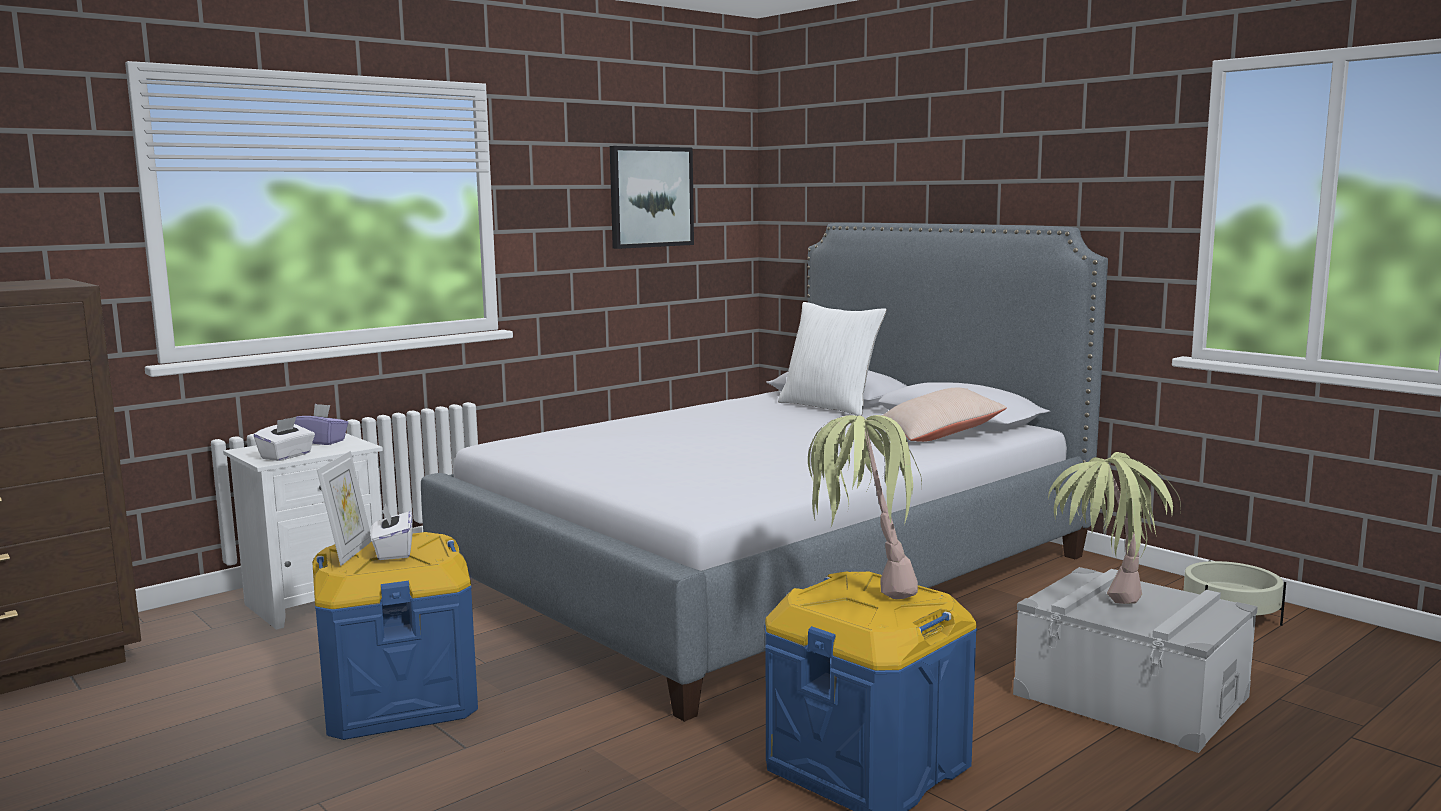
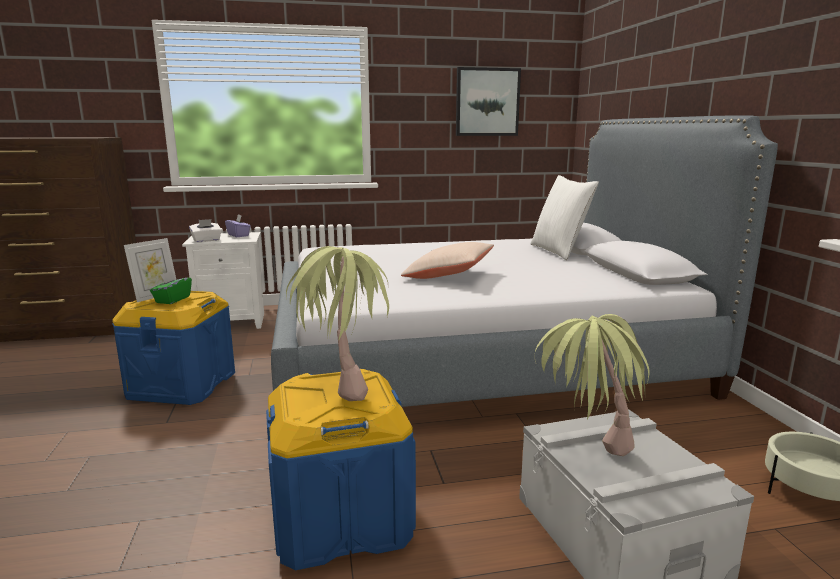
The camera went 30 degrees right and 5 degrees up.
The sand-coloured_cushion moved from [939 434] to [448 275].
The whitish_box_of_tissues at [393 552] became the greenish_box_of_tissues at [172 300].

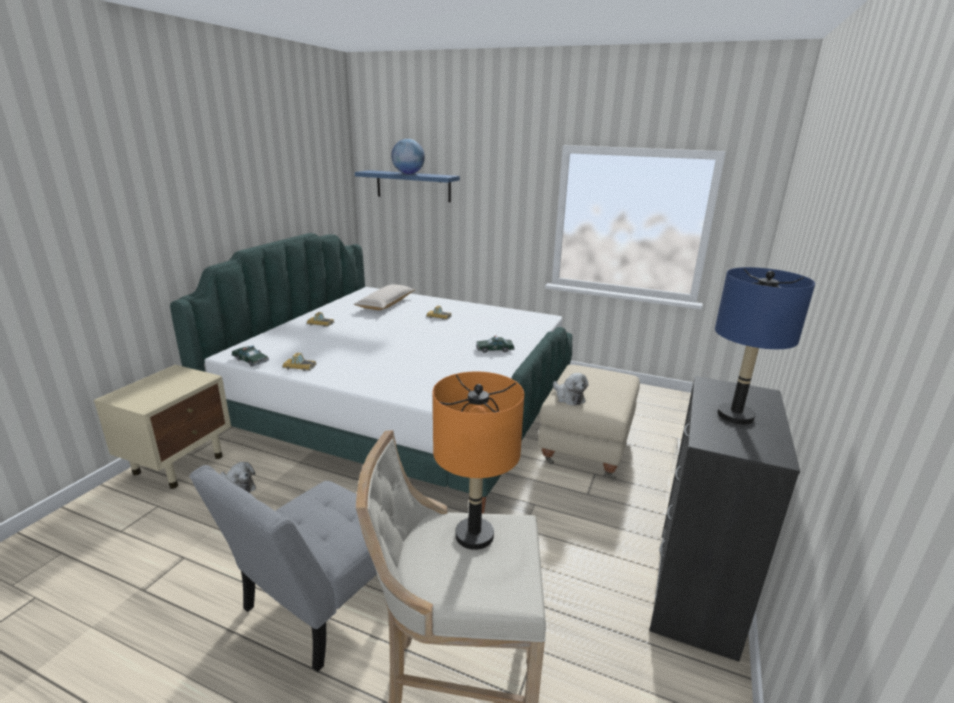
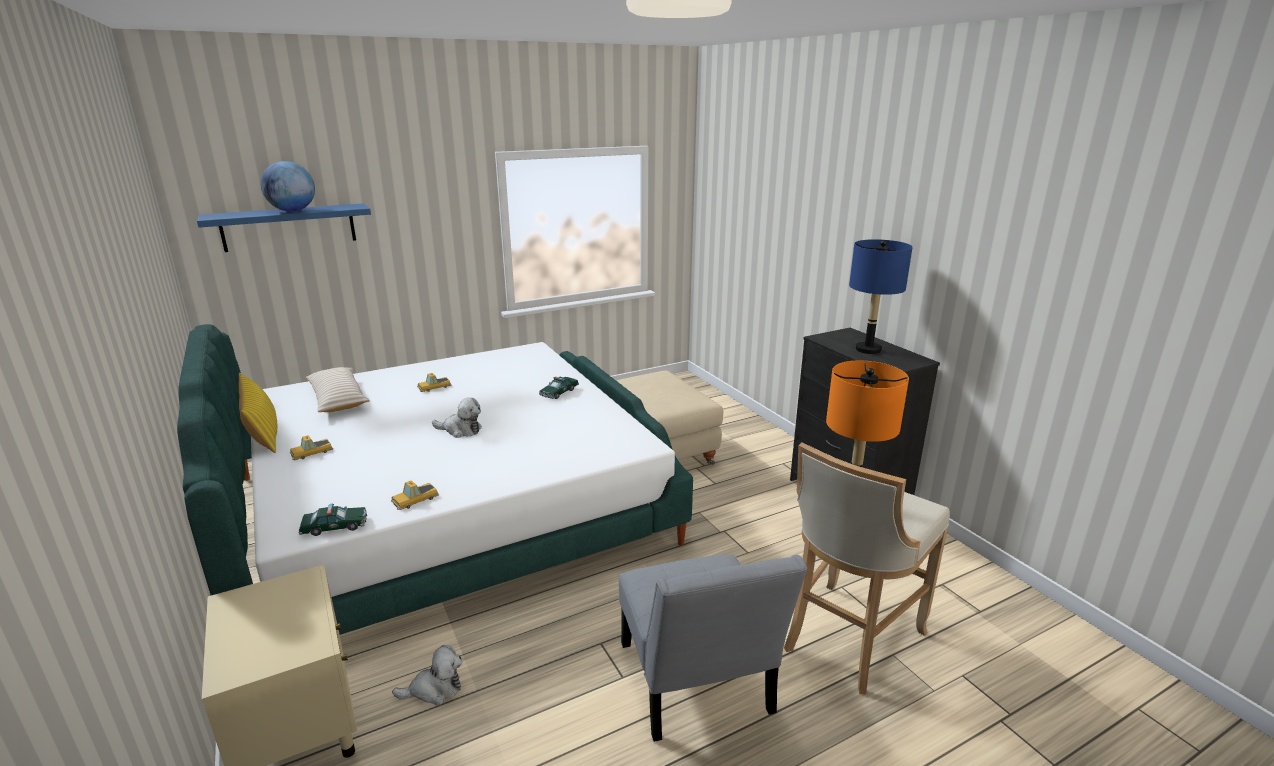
The camera went 50 degrees left and 0 degrees up.
The plush_toy moved from [568 397] to [460 430].
The yellow_cushion at [262 432] appeared.

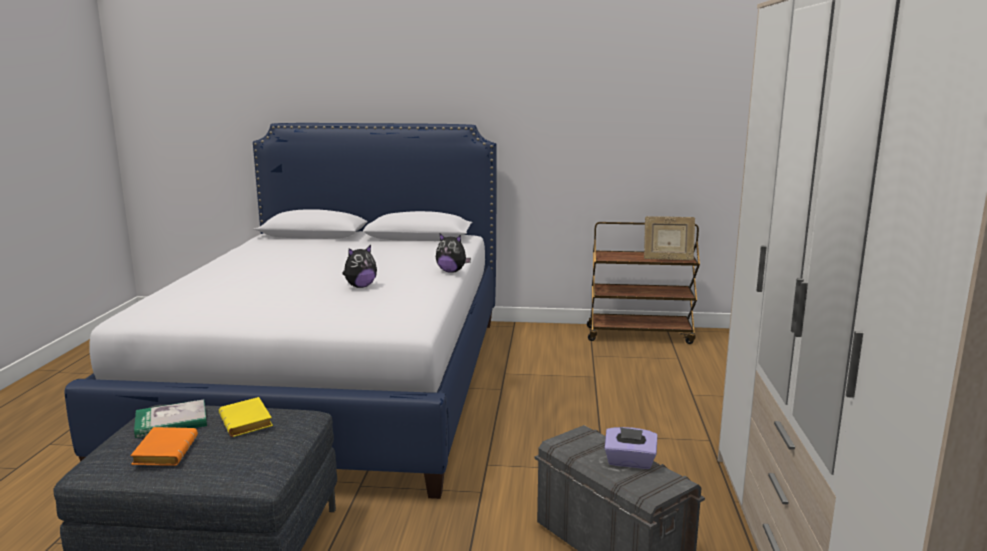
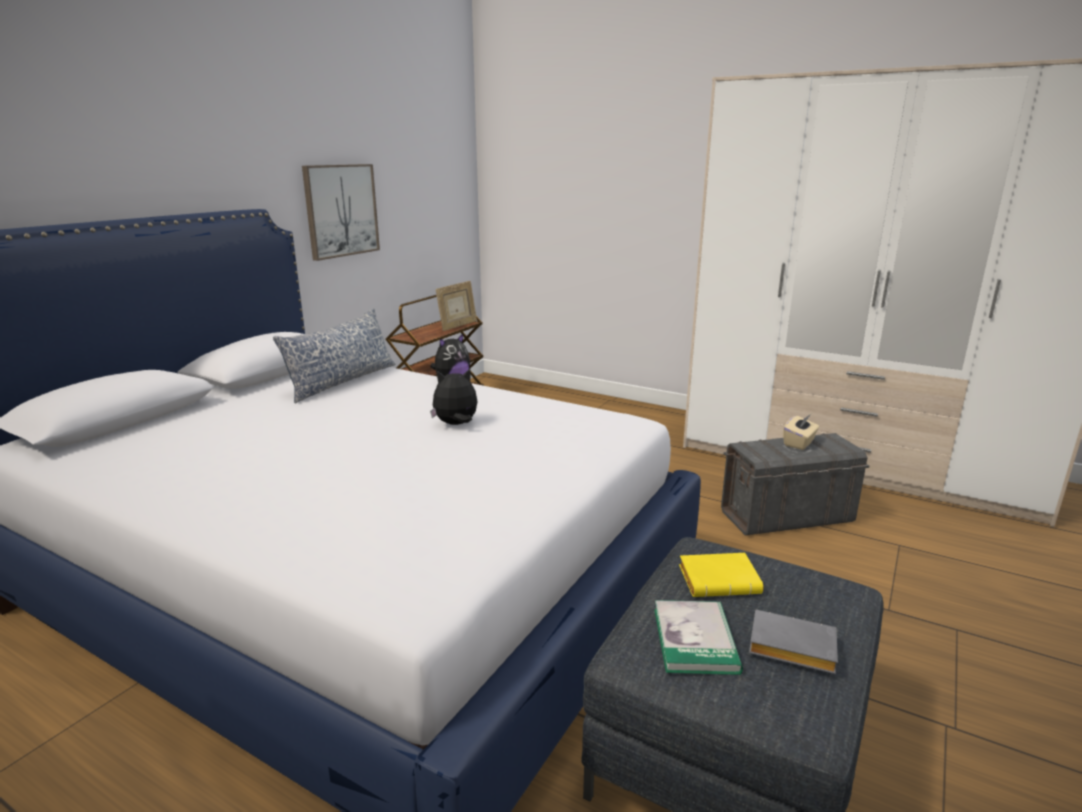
The camera went 65 degrees left and 5 degrees up.
The plush_toy at [360 286] turned 90 degrees counterclockwise.
The orange_bound_book at [164 451] became the gray_bound_book at [789 648].
The purplish_box_of_tissues at [629 462] became the sand-coloured_box_of_tissues at [799 443].
The wall_art at [341 210] appeared.
The cushion at [342 381] appeared.

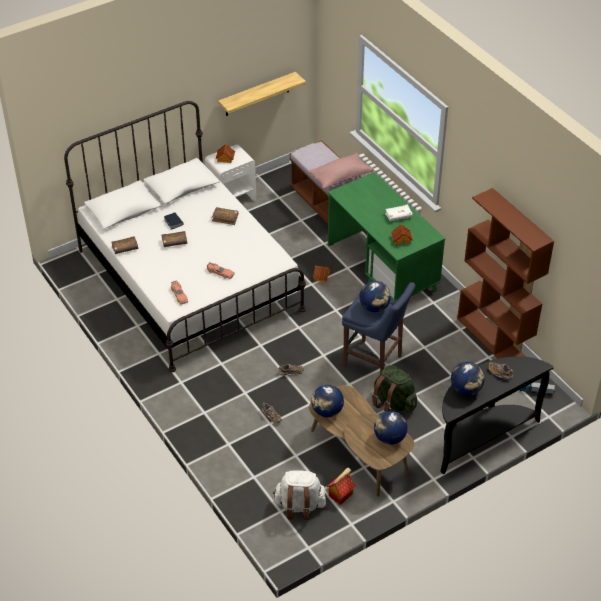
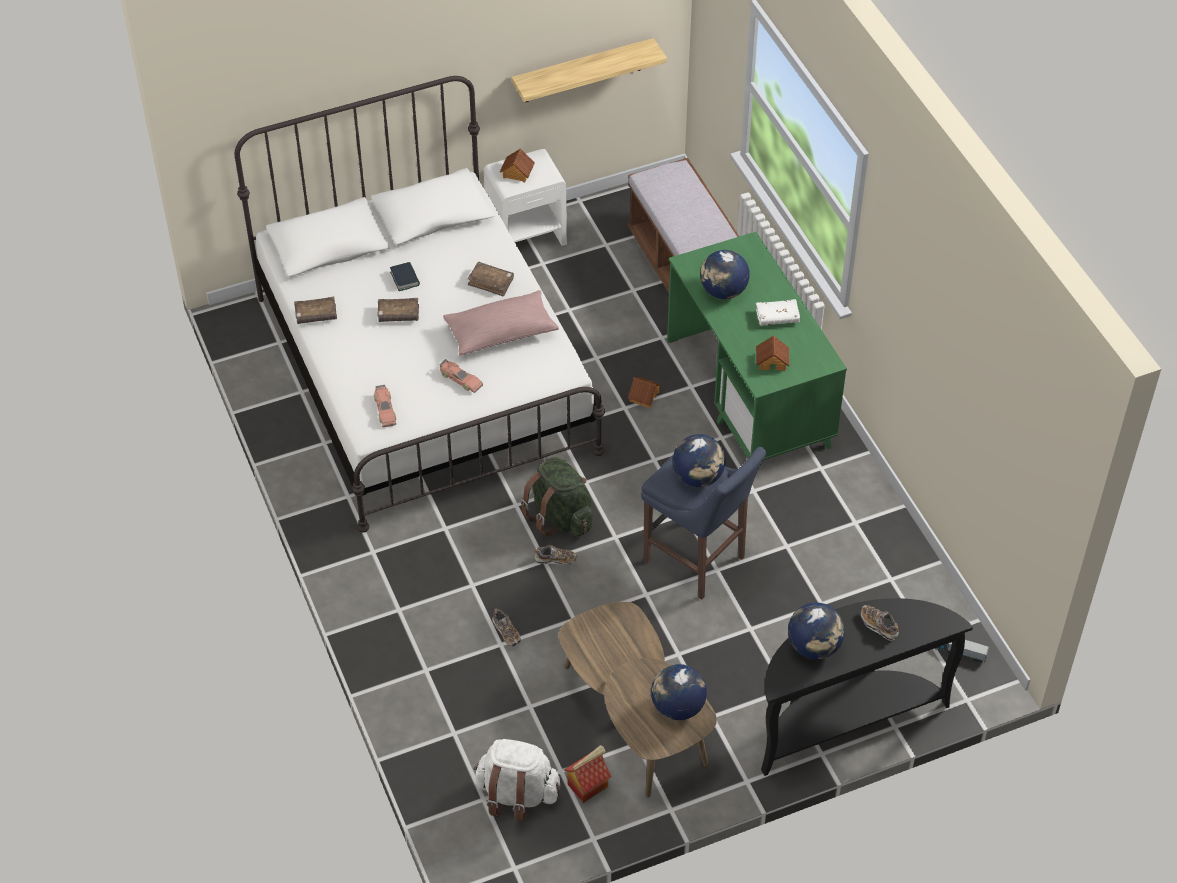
The camera went 10 degrees right and 5 degrees up.
The pink-coloured_cushion moved from [340 177] to [501 333].
The brownish_bookshelf at [494 340] disappeared.
The greenish_backpack moved from [393 403] to [560 517].
The world_globe moved from [327 411] to [723 291].

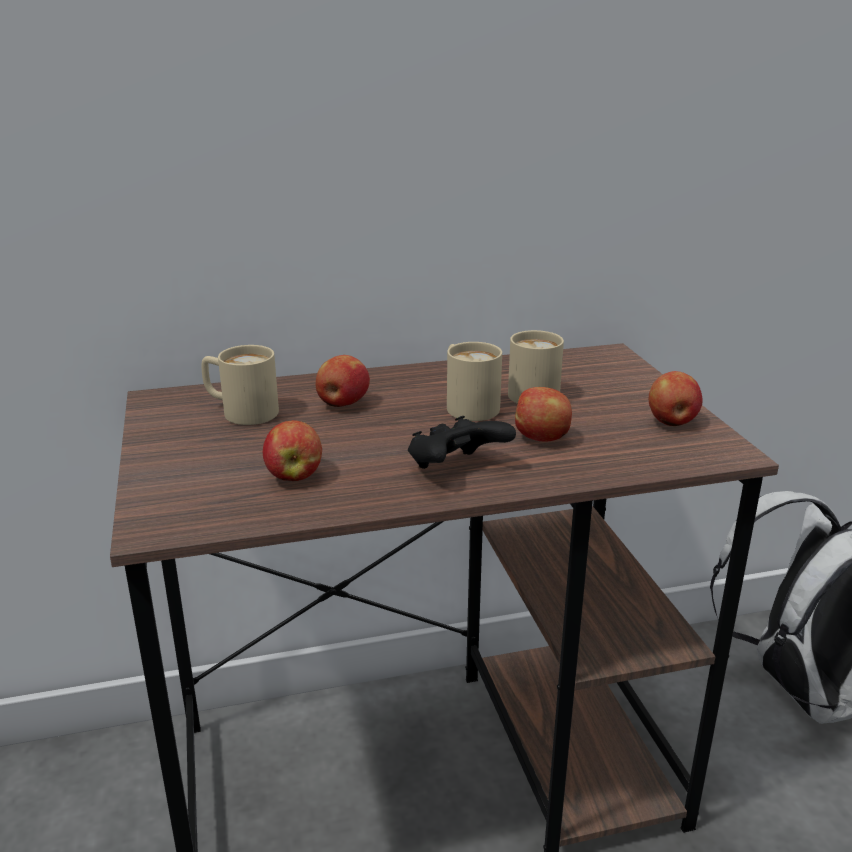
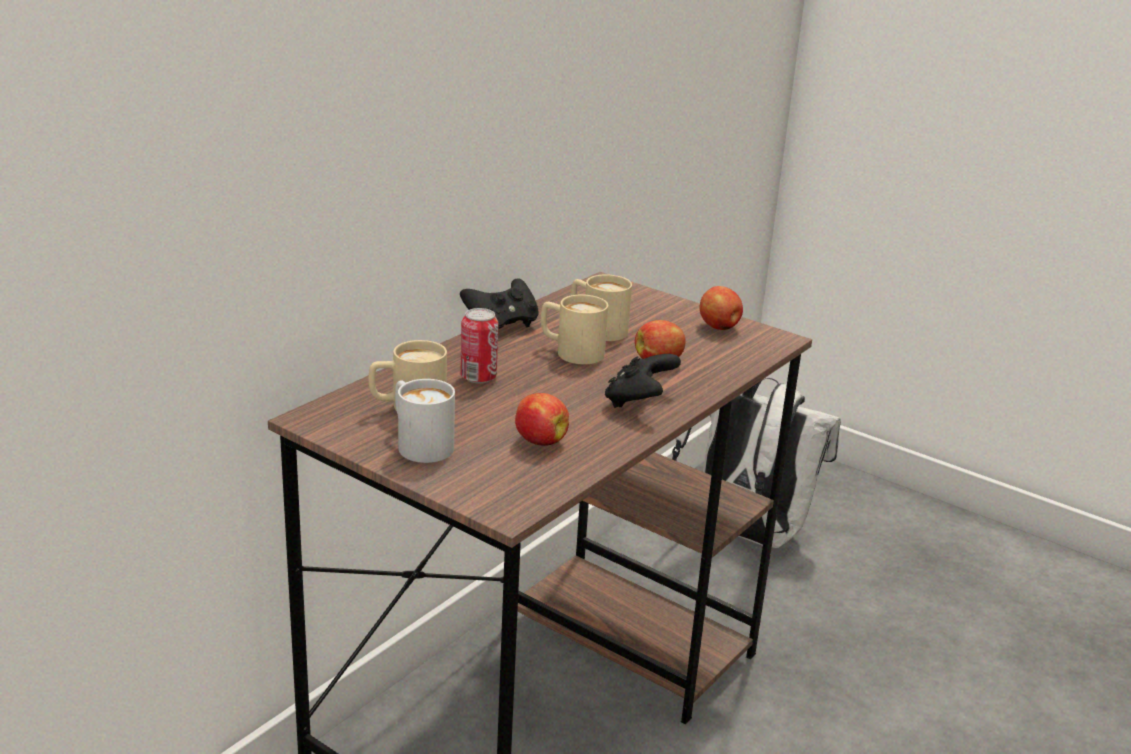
The camera went 40 degrees left and 0 degrees up.
The apple_fruit at [342 404] was replaced by the sealed_can at [478 378].
The black_joypad at [501 324] appeared.
The whitish_coffee_mug at [419 443] appeared.

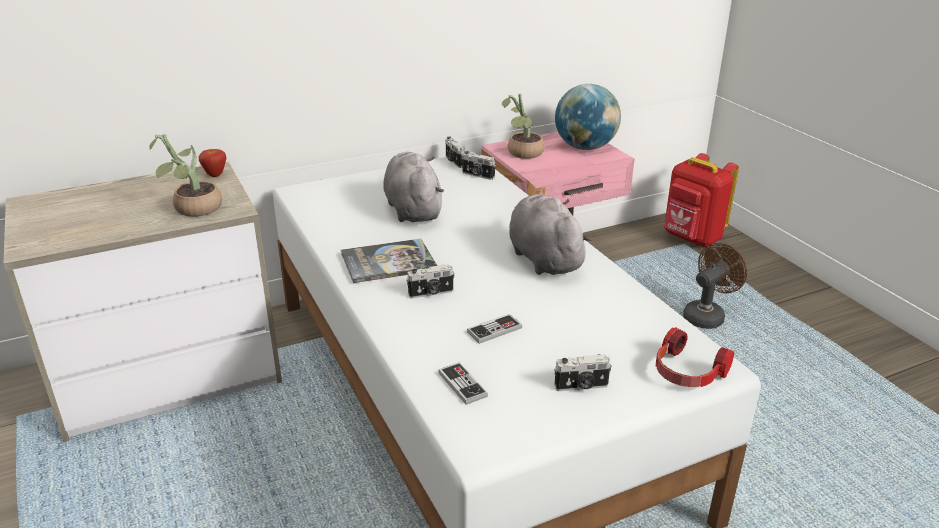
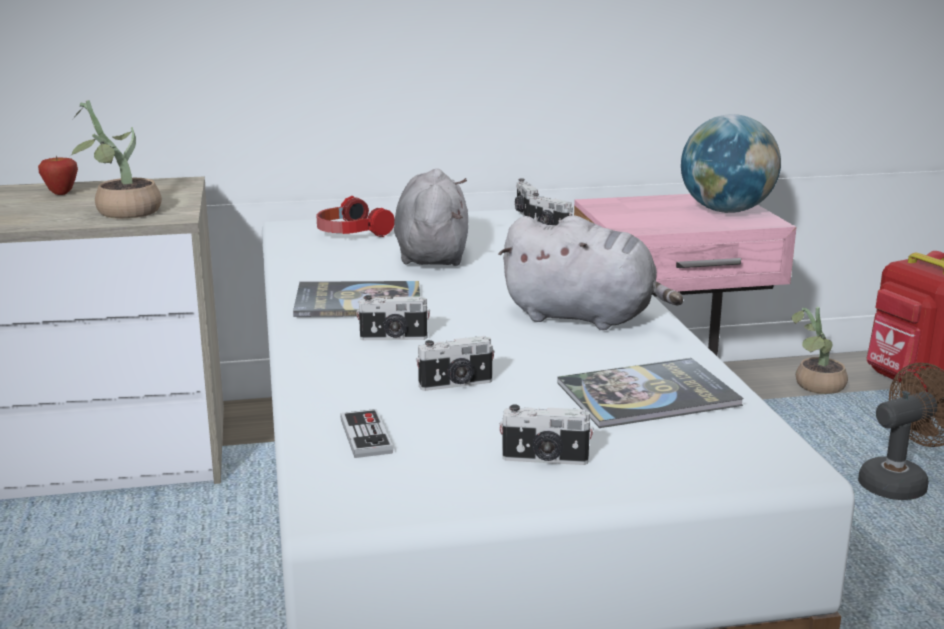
The camera went 15 degrees right and 10 degrees down.
The plant_in_a_pot moved from [522 154] to [815 387].
The apple_fruit moved from [215 175] to [61 193].
The gray_plush_toy at [543 258] turned 120 degrees clockwise.
The joypad at [494 330] was replaced by the photo_camera at [456 384].
The pair_of_headphones moved from [687 373] to [350 233].
The bound_book at [647 395] appeared.

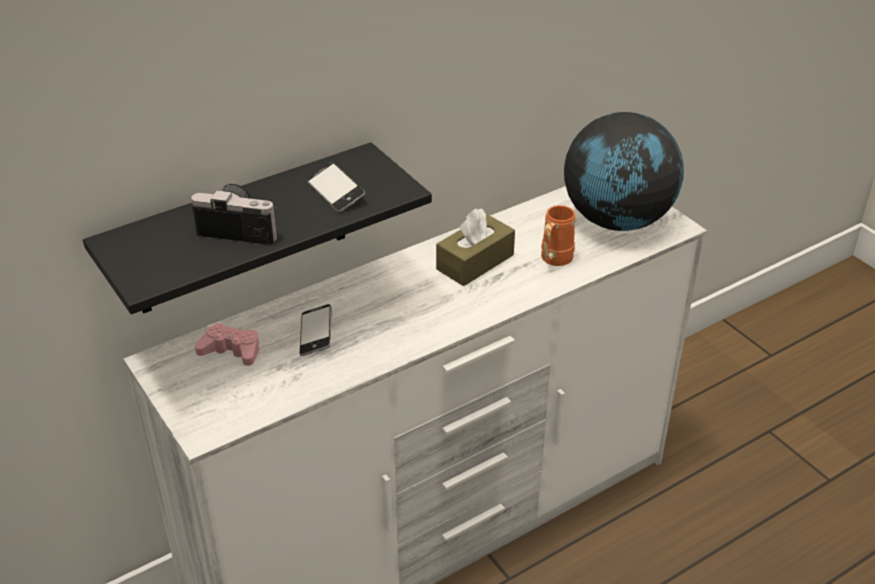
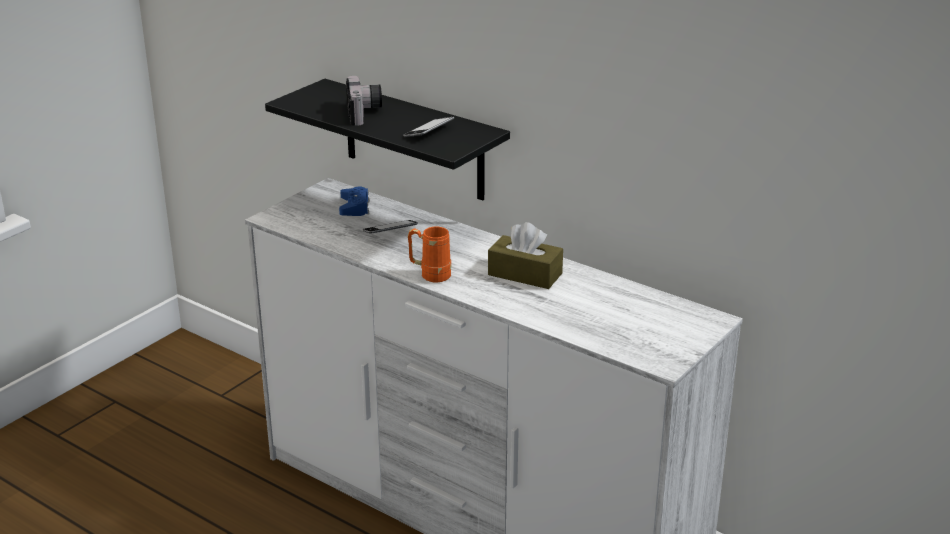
The camera went 70 degrees right and 10 degrees down.
The world_globe at [617 220] disappeared.
The orange_coffee_mug moved from [553 261] to [430 275].
The pink-coloured_joypad at [231 351] became the blue_joypad at [354 207].

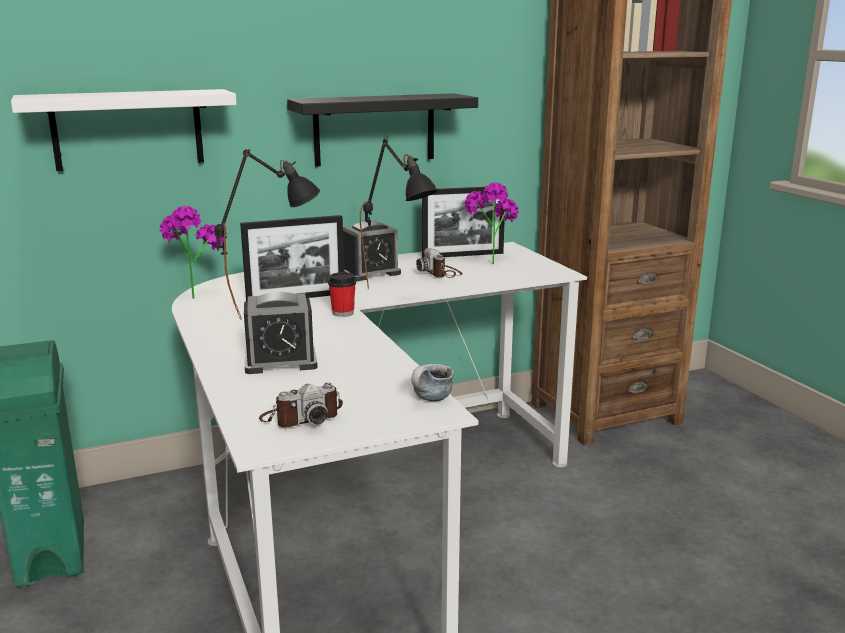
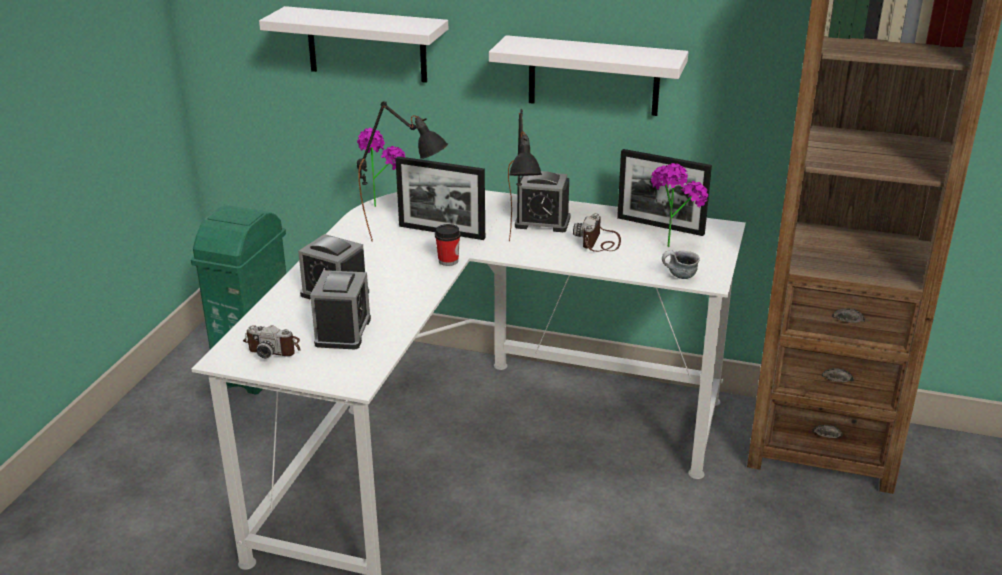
The camera went 40 degrees right and 10 degrees up.
The black_bracket_shelf at [374 129] became the whitish_bracket_shelf at [593 76].
The coffee_mug moved from [430 400] to [679 277].
The table_clock at [343 331] appeared.

